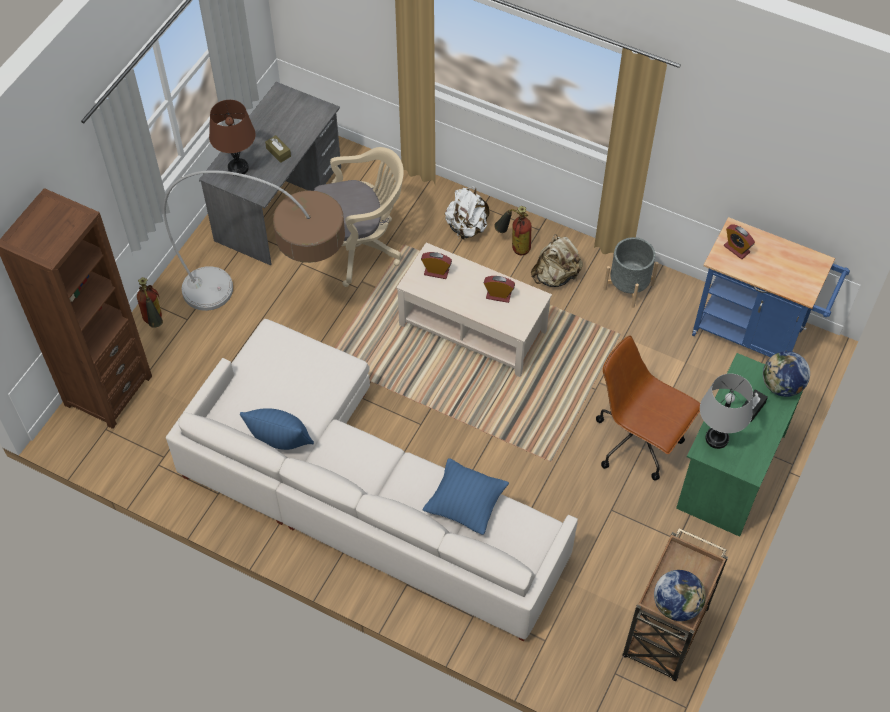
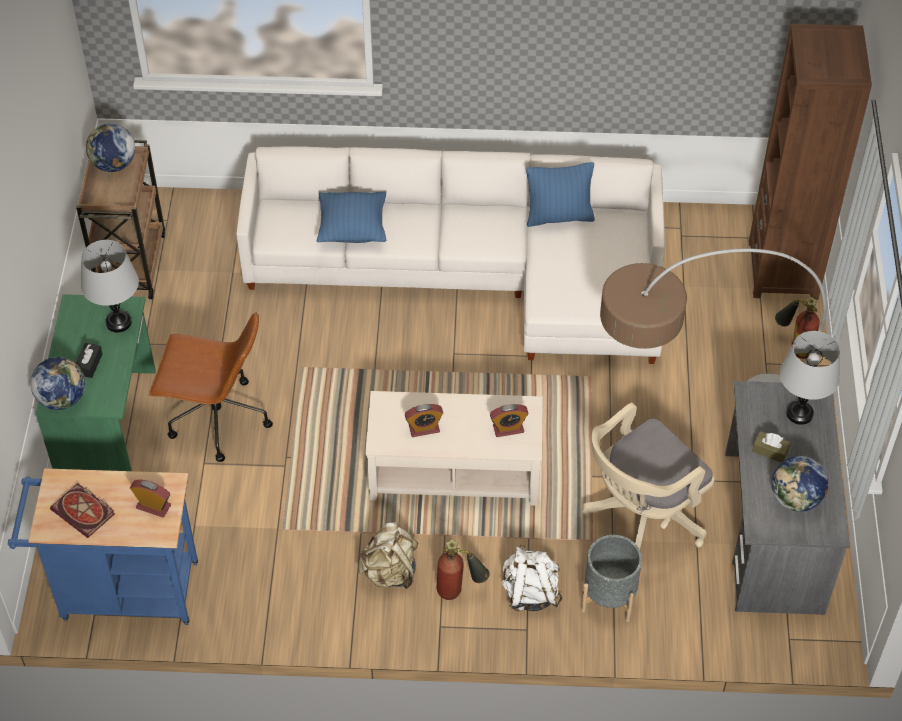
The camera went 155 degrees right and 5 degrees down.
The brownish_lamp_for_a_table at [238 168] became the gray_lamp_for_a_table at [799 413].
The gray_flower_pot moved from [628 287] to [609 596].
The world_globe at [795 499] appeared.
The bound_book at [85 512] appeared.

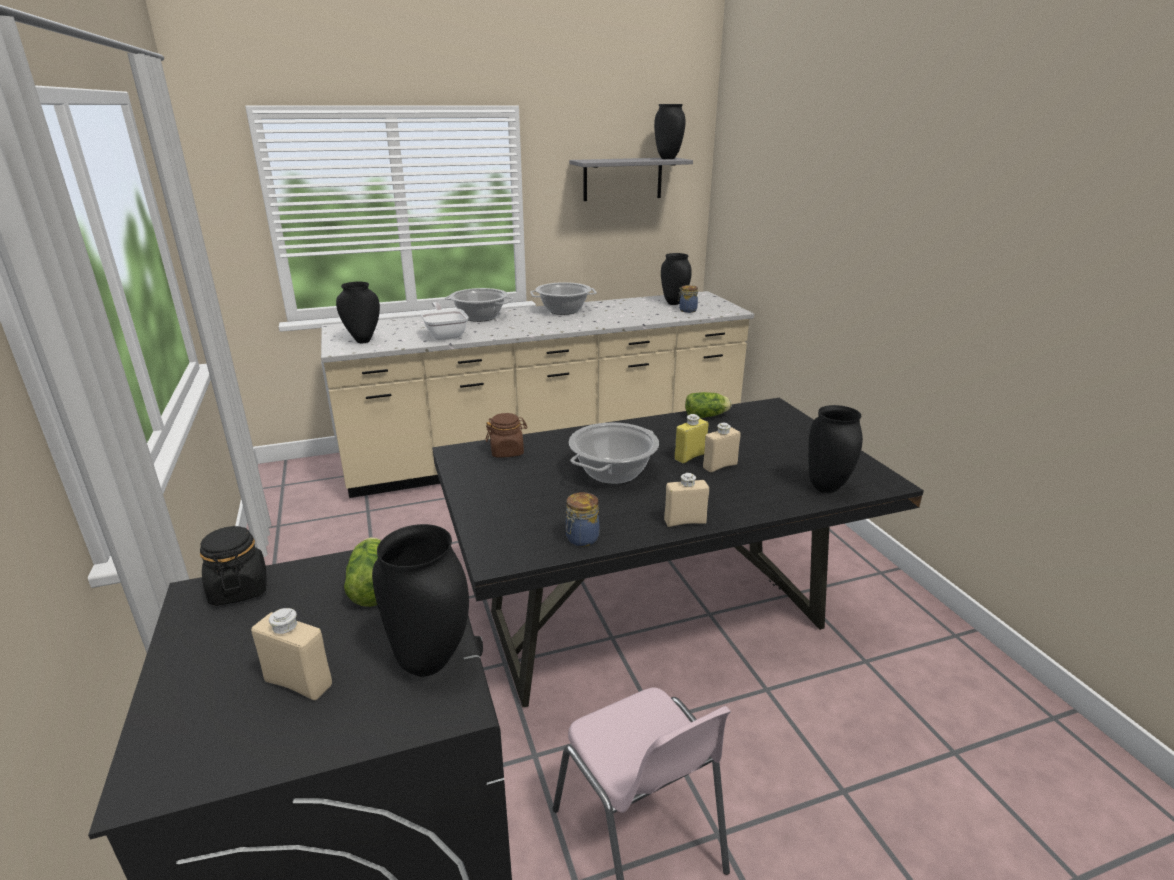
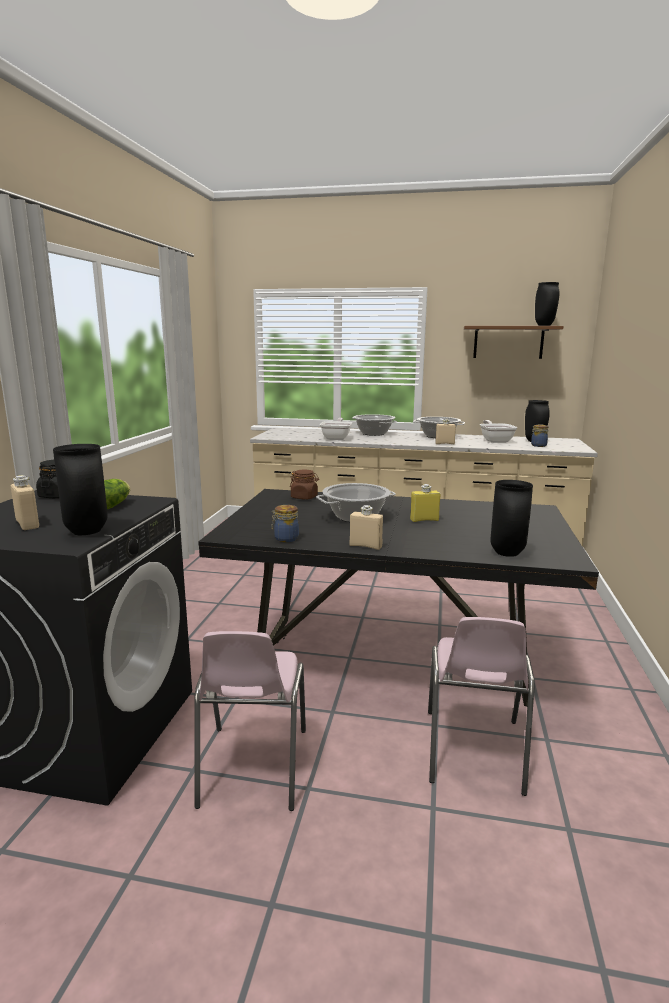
The camera went 30 degrees right and 10 degrees down.
The gray_bracket_shelf at [622 179] became the brownish_bracket_shelf at [508 342].
The black_vase at [363 340] disappeared.
The lettuce at [707 416] disappeared.
The sand-coloured_bottle moved from [720 466] to [444 443].
The skillet at [495 440] appeared.
The pink-coloured_plain_chair at [473 751] appeared.

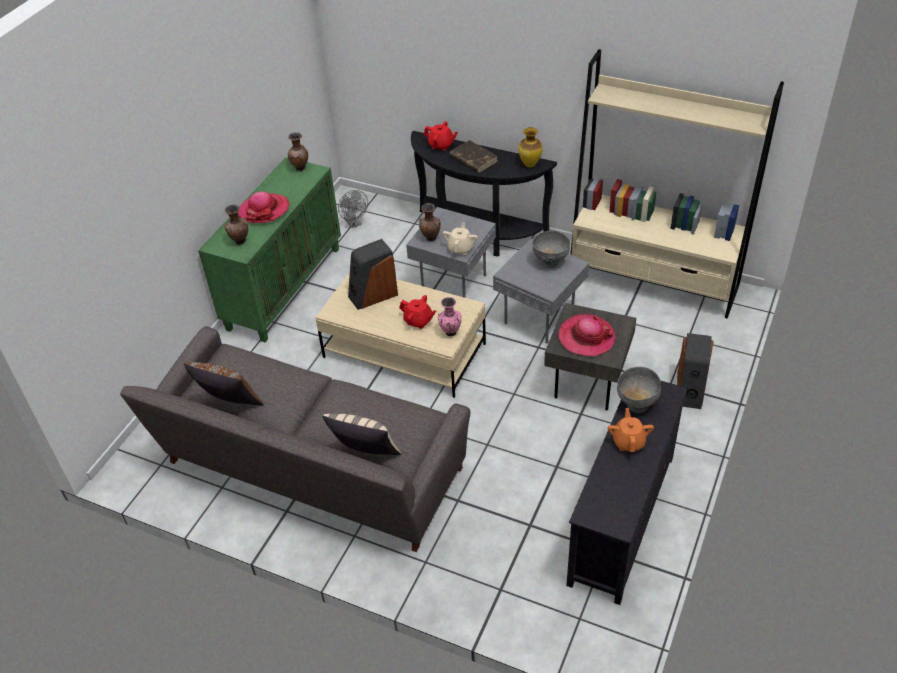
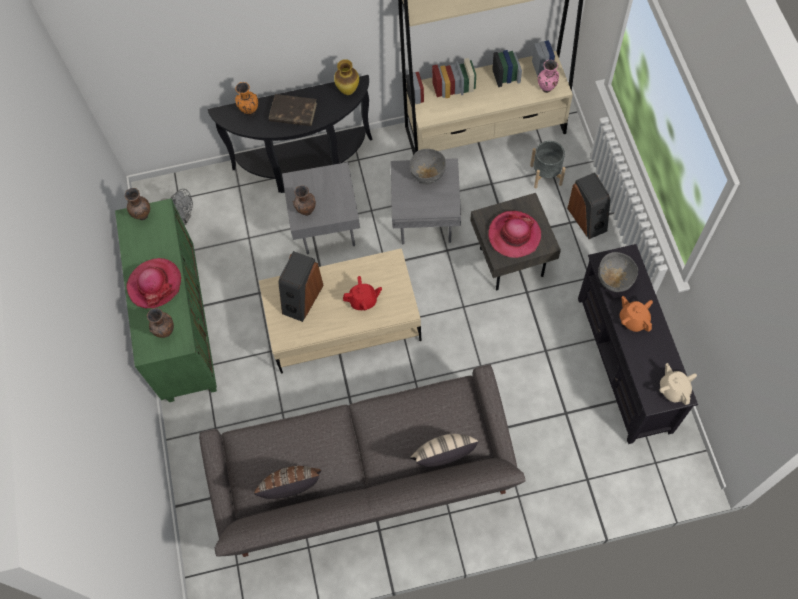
The camera went 35 degrees left and 20 degrees up.
The red_tea_pot at [441 145] was replaced by the orange_vase at [250 112].
The sand-coloured_tea_pot moved from [460 248] to [673 389].
The pink-coloured_vase moved from [450 333] to [546 89].
The gray_flower_pot at [546 174] appeared.

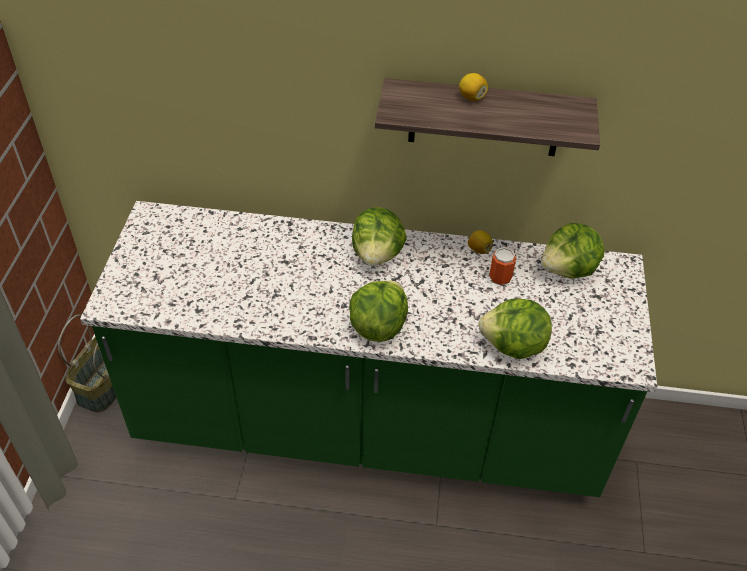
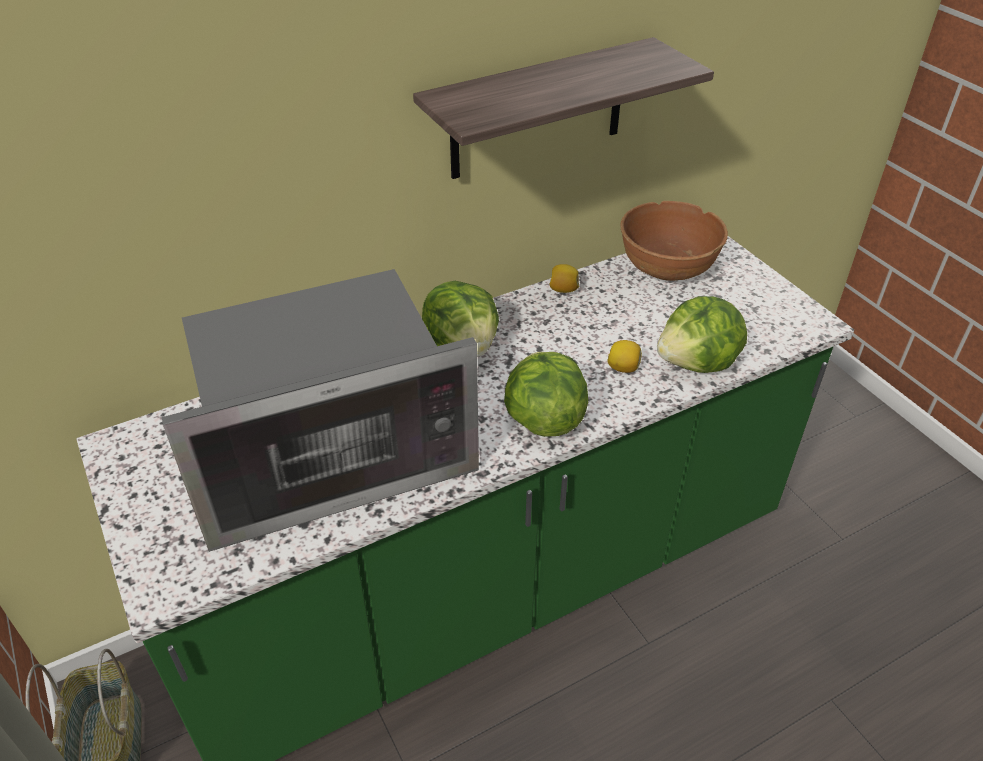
The camera went 35 degrees left and 5 degrees down.
The lemon moved from [471 97] to [623 368].
The lettuce at [568 270] was replaced by the brownish_deep_dish at [667 267].
The sealed_can at [500 278] disappeared.
The kitchen_microwave at [332 459] appeared.

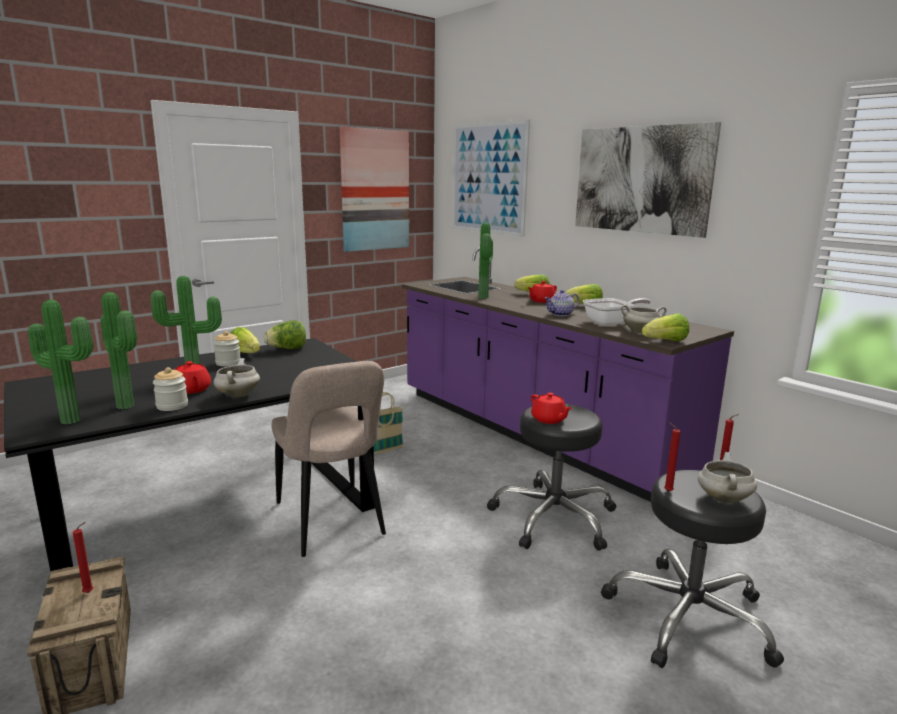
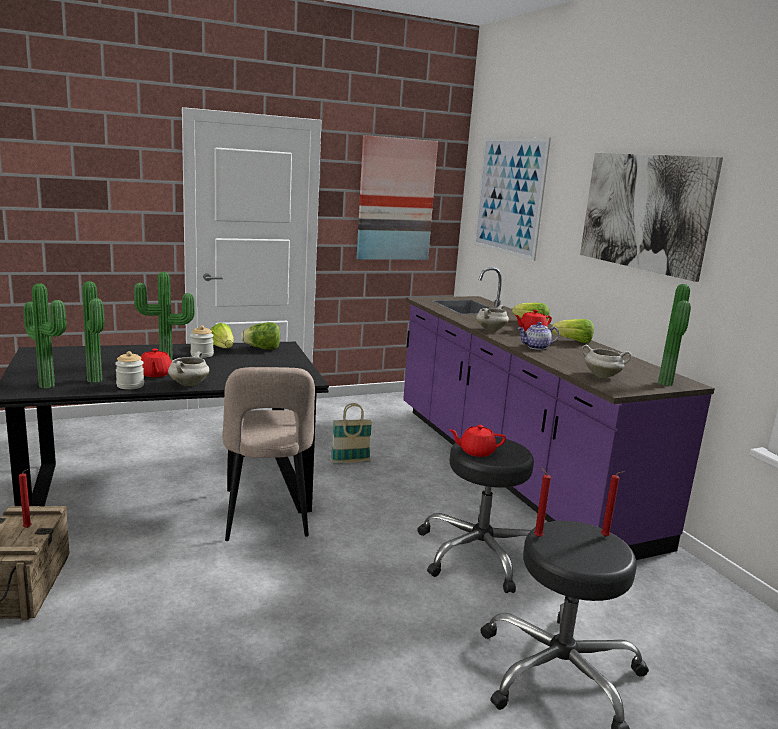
The camera went 15 degrees right and 0 degrees up.
The plant_in_a_pot moved from [485 297] to [668 384].
The skillet at [611 322] disappeared.
The lettuce at [666 341] disappeared.
The red_tea_pot at [549 420] turned 105 degrees clockwise.
The whitish_stockpot moved from [723 498] to [491 330].

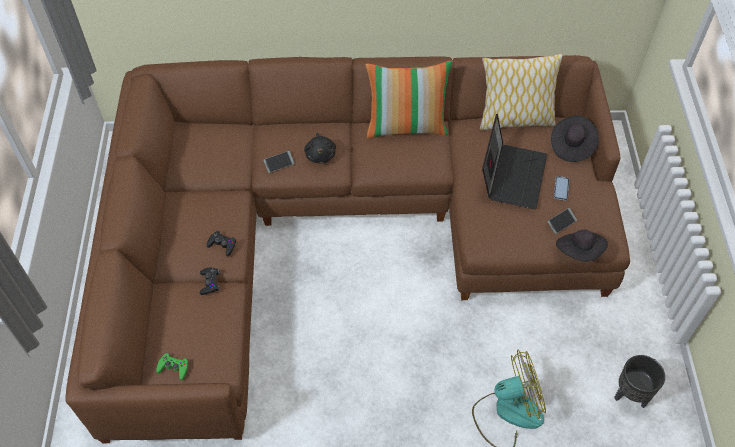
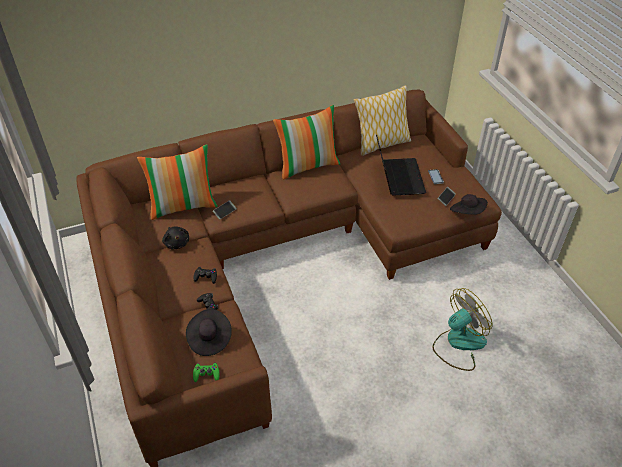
The camera went 20 degrees left and 10 degrees down.
The black_hat moved from [571 146] to [209 339].
The black_plush_toy moved from [320 154] to [177 243].
The black_flower_pot at [630 395] disappeared.
The cushion at [183 206] appeared.

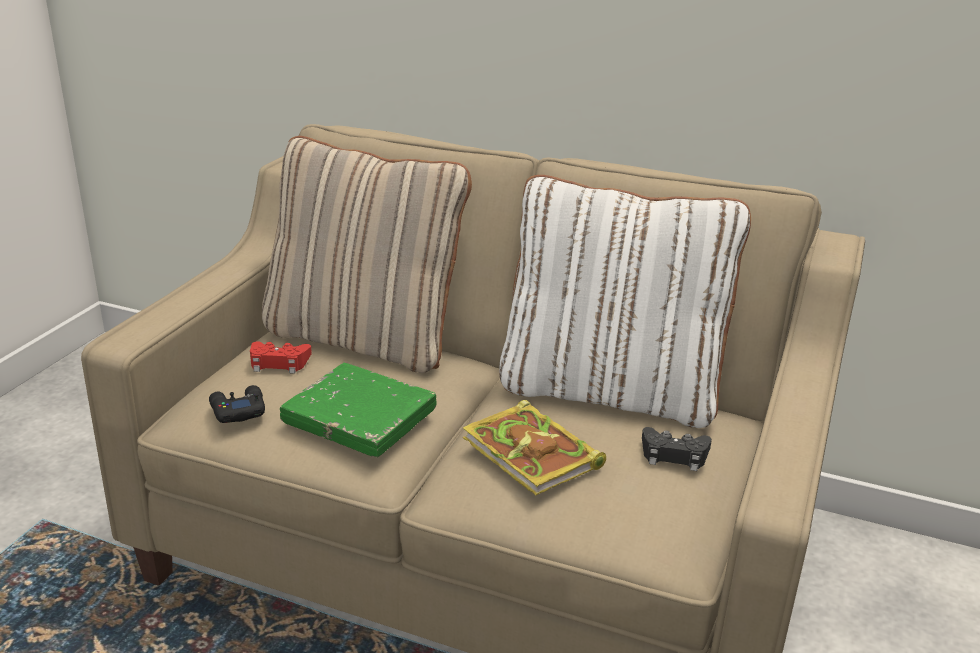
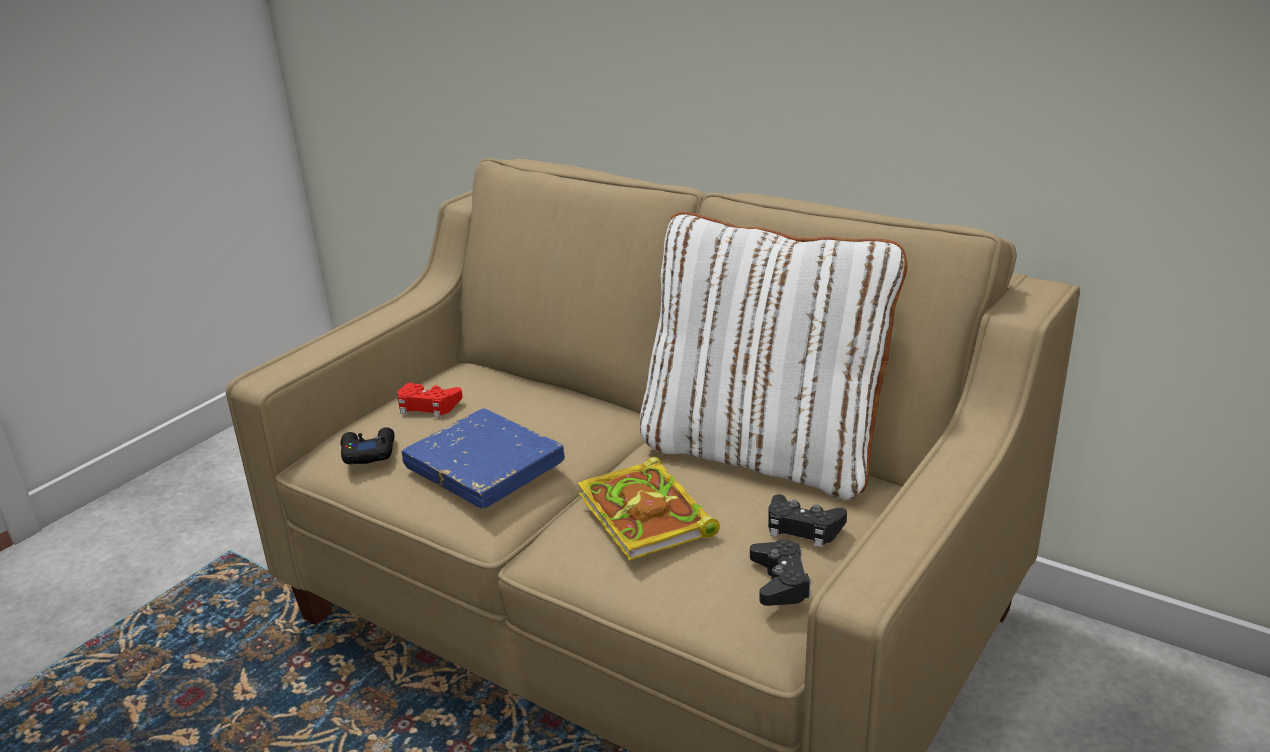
The camera went 15 degrees right and 0 degrees up.
The sand-coloured_cushion at [364 338] disappeared.
The greenish_bound_book at [359 417] became the blue_bound_book at [484 466].
The black_joypad at [780 581] appeared.

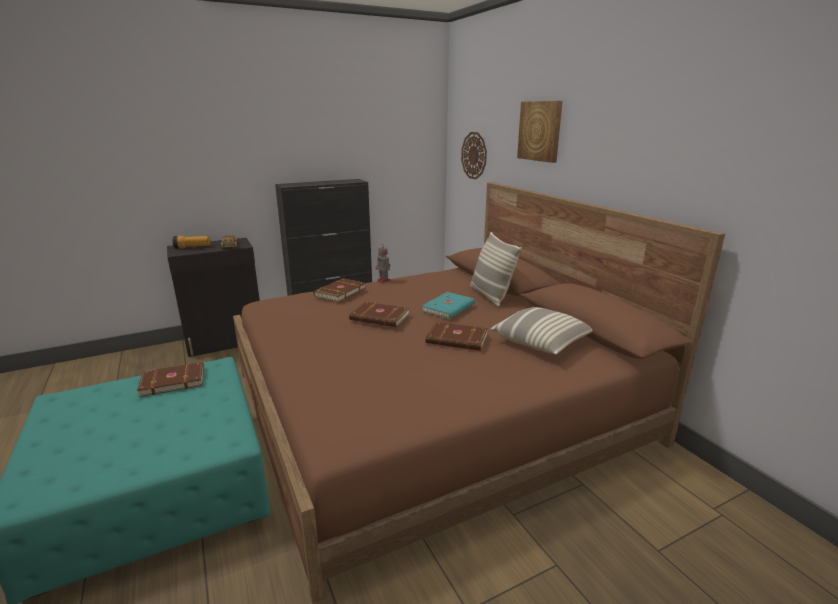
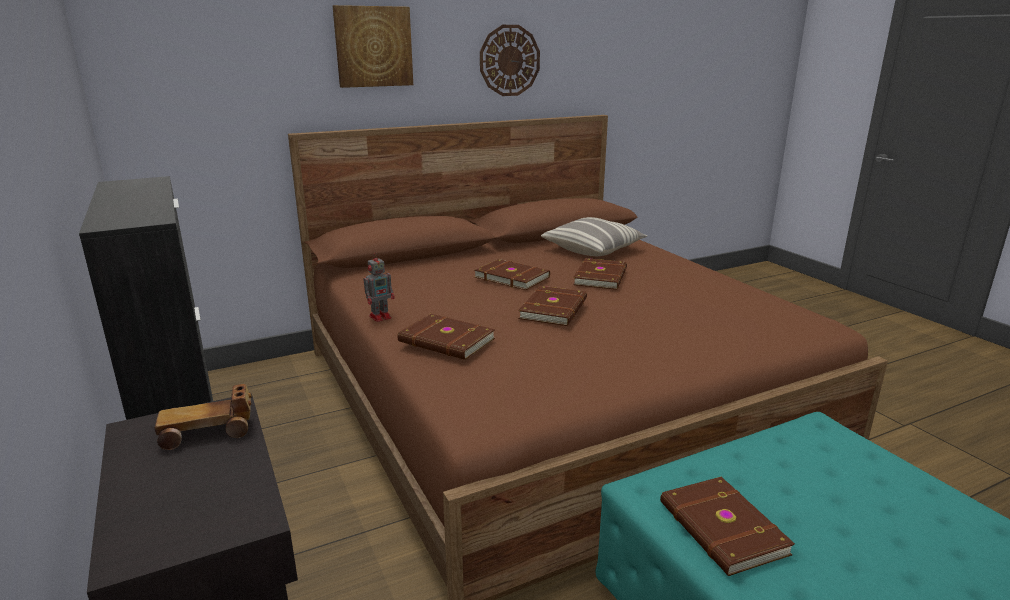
The camera went 90 degrees left and 0 degrees up.
The wall_clock moved from [474 155] to [509 60].
The cushion at [490 296] disappeared.
The flashlight at [192 247] disappeared.
The turquoise_bound_book at [449 308] became the brownish_bound_book at [512 277].

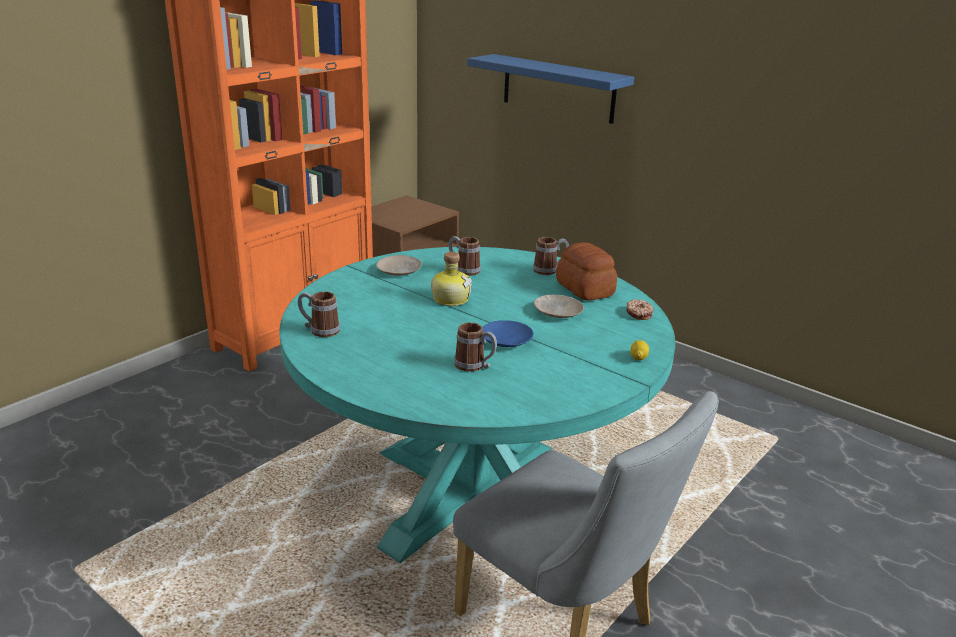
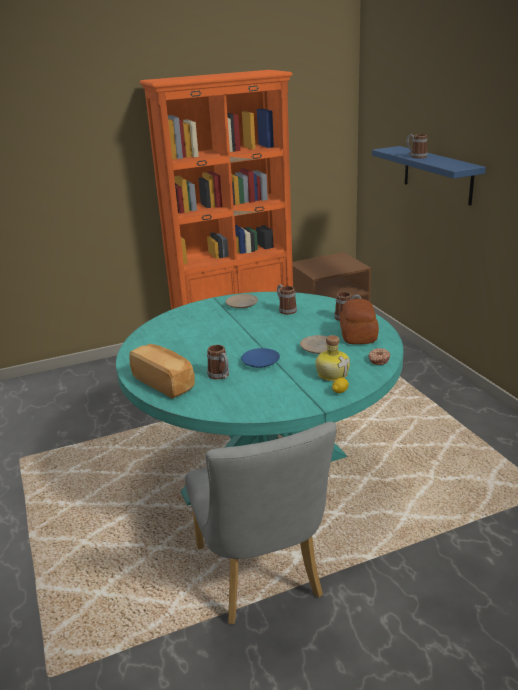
The camera went 30 degrees right and 0 degrees up.
The bottle moved from [450 299] to [332 374].
The coffee_mug moved from [319 330] to [416 156].
The baked_bread at [164 383] appeared.

